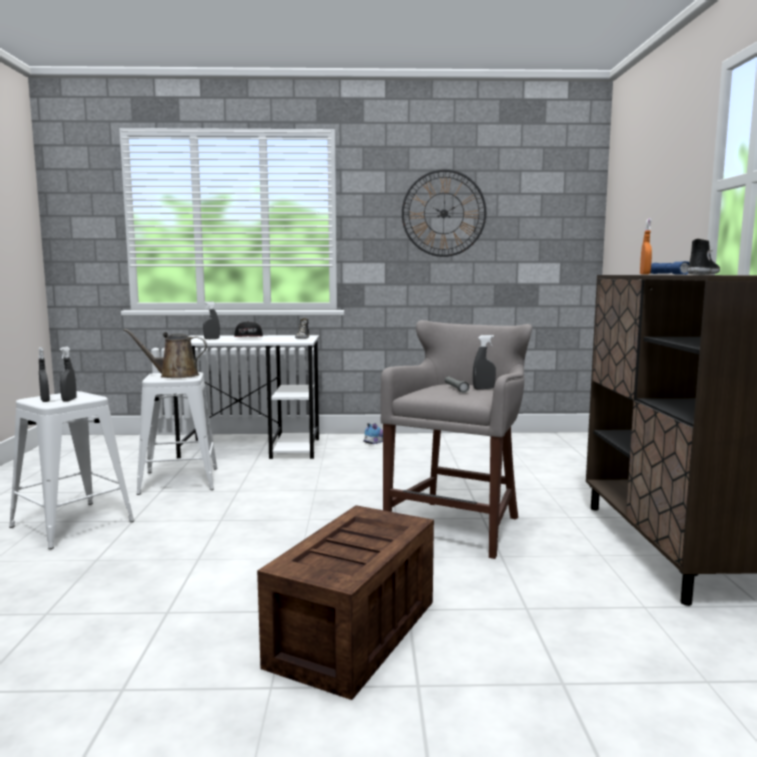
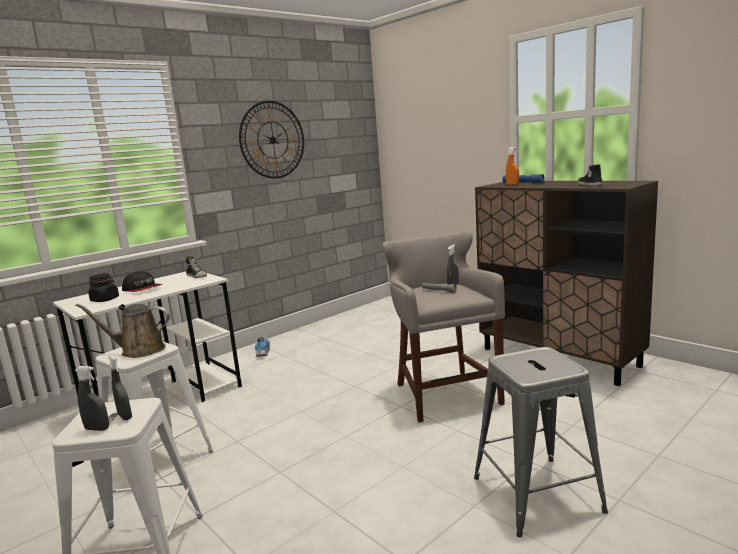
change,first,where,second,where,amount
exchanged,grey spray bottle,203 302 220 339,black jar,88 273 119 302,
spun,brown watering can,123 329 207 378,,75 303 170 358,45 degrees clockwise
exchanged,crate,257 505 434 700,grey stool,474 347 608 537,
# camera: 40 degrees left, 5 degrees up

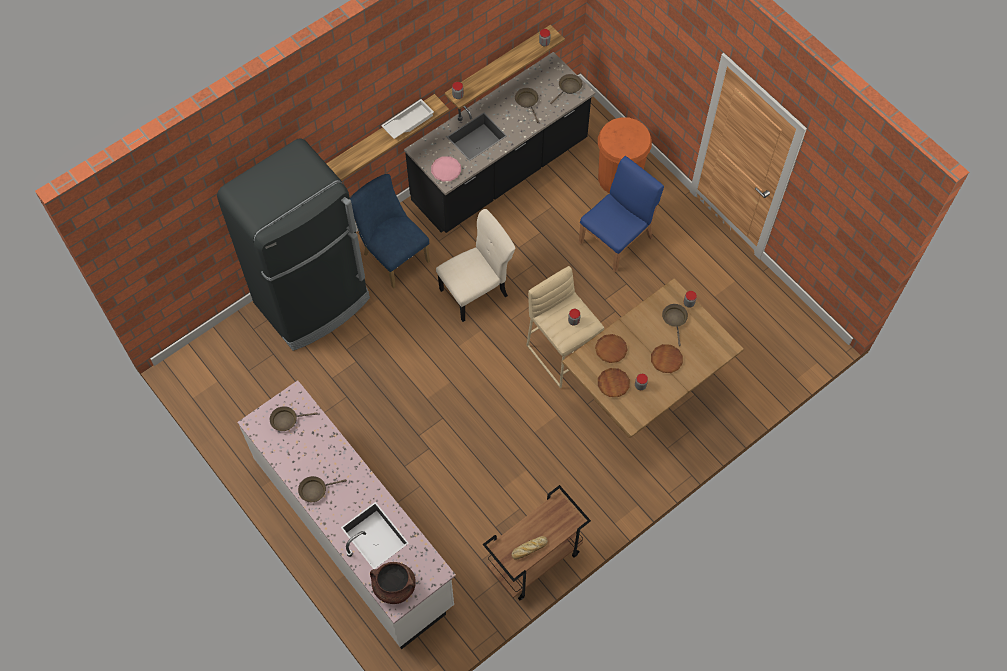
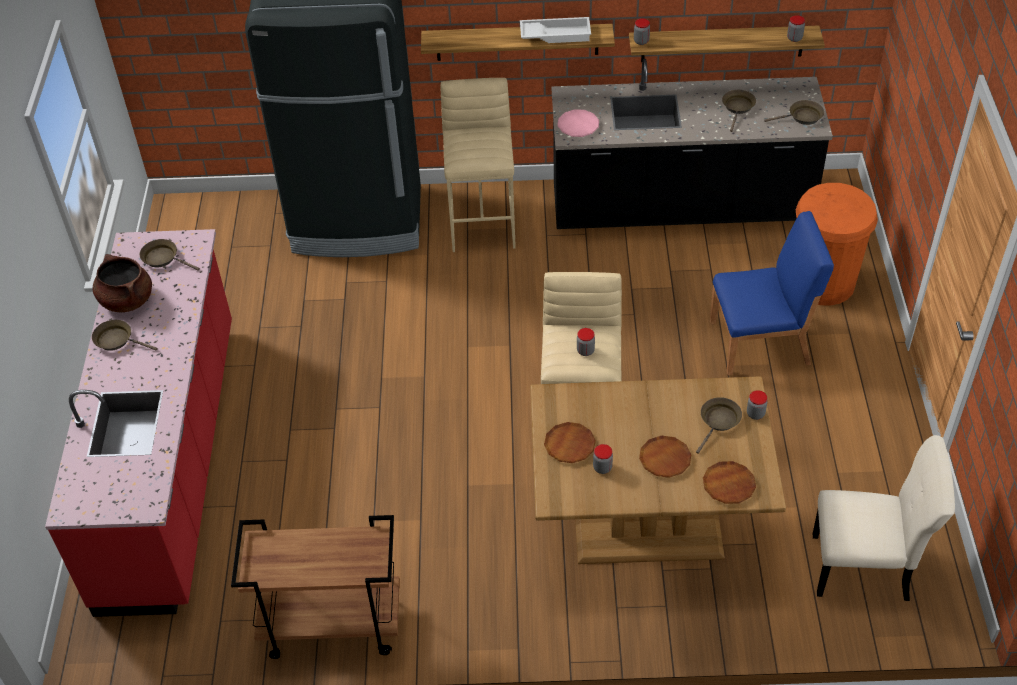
change,first,where,second,where,amount
exchanged,blue chair,350 174 430 288,beige stool,440 78 516 252,
relocated,beige chair,436 209 515 322,,813 435 955 601,
relocated,brown plate,595 334 628 363,,703 461 756 504,
colour,white counter,237 380 456 649,red counter,45 229 232 617,
missing,bread,512 536 548 560,,,
relocated,brown cooking pot,370 562 416 604,,92 254 152 312,
# camera: 40 degrees right, 15 degrees down

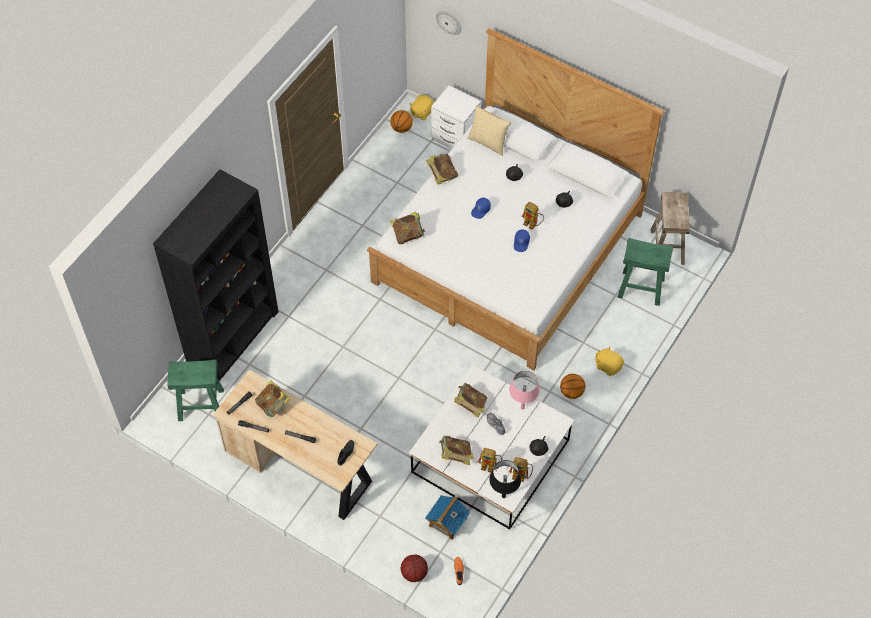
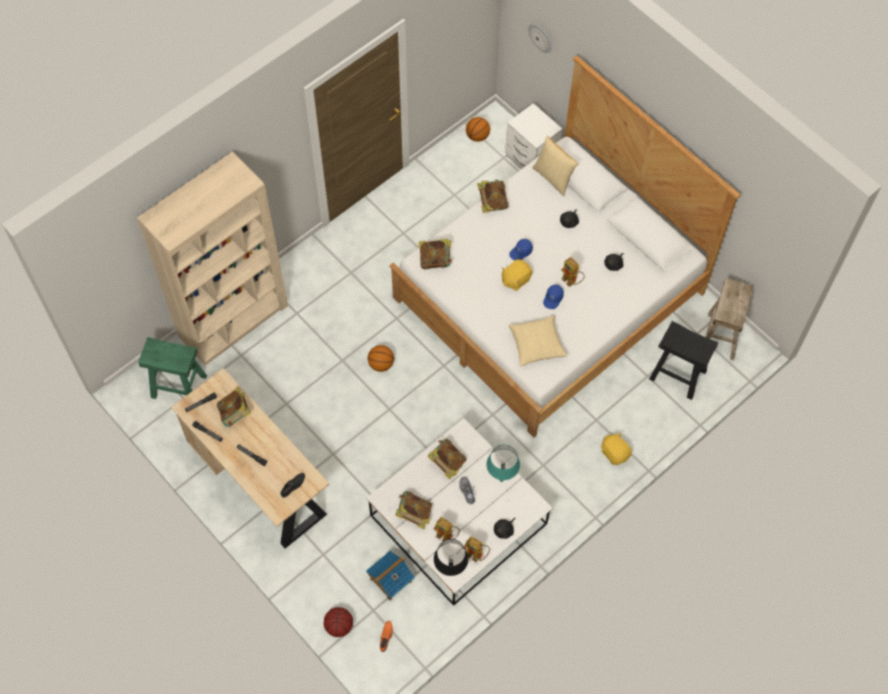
change,first,where,second,where,amount
relocated,yellow plush toy,409 95 434 120,,502 259 532 291,
colour,black bookcase,153 169 278 381,beige bookcase,137 152 288 366,
colour,green stool,618 238 673 306,black stool,649 321 718 400,
colour,pink table lamp,509 371 540 410,turquoise table lamp,486 444 520 482,
relocated,basketball,560 374 585 399,,368 345 394 372,
appeared,,,pillow,509 315 568 366,
# camera: 15 degrees right, 5 degrees up

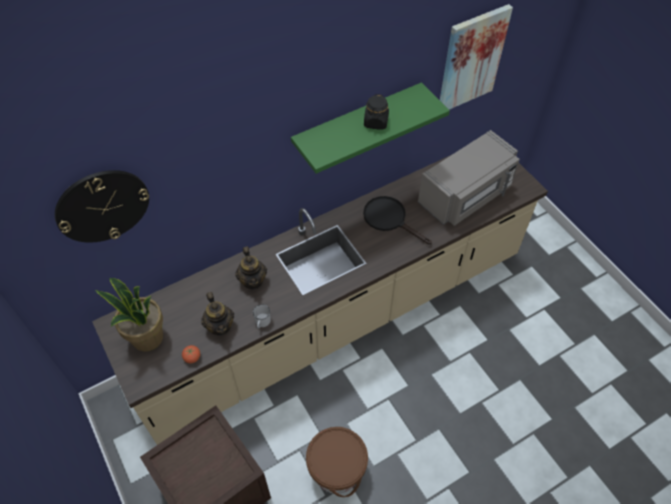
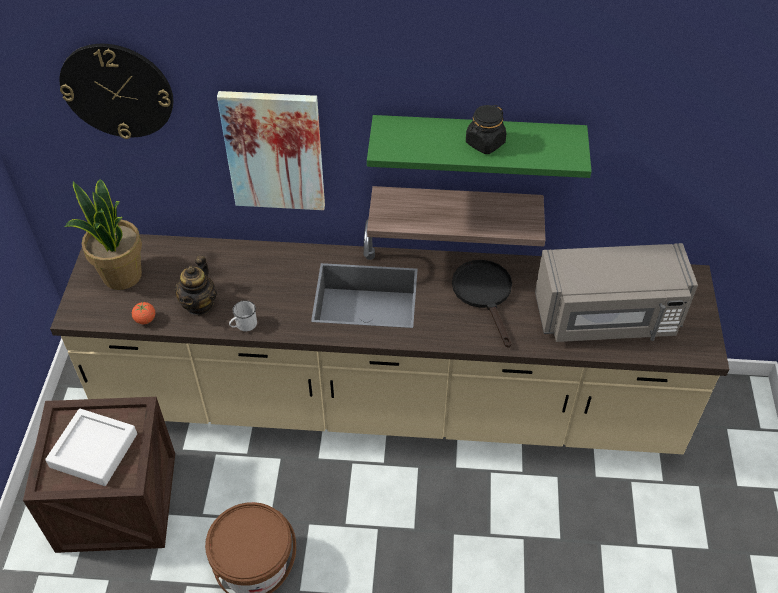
change,first,where,second,where,amount
relocated,picture,440 4 513 110,,217 91 325 210,
missing,teapot,235 247 267 289,,,
appeared,,,shelf,367 186 546 246,
appeared,,,white tray,45 409 137 486,
# camera: 35 degrees right, 5 degrees down

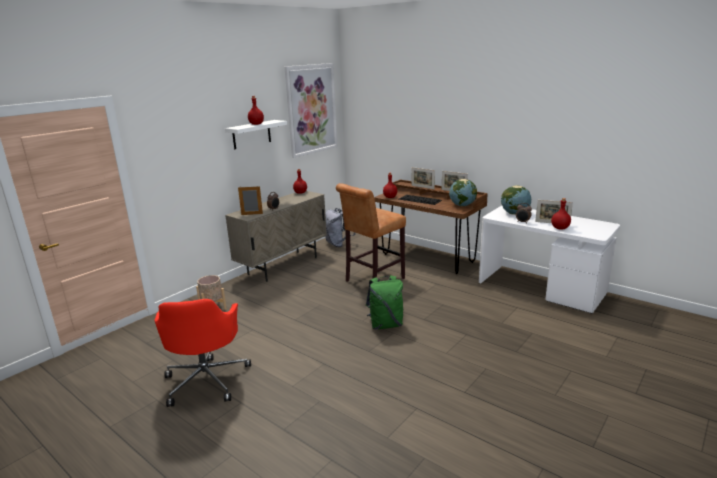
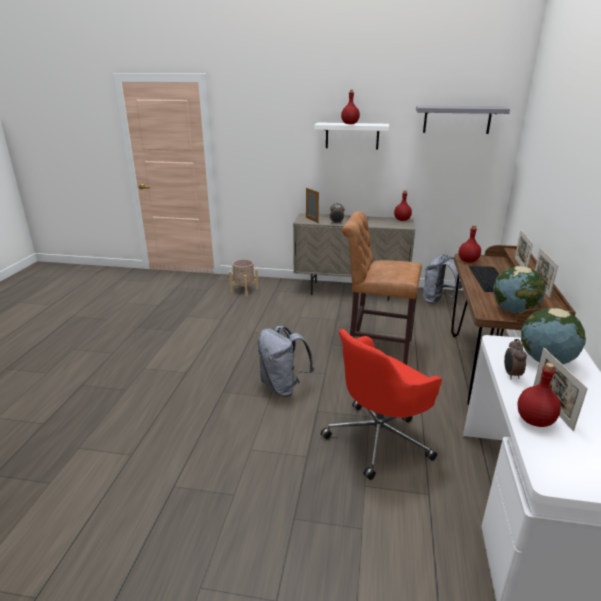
change,first,where,second,where,amount
exchanged,picture,284 63 337 158,grey shelf,416 105 510 134,
colour,green backpack,366 275 403 330,grey backpack,258 326 314 397,
relocated,red office chair,155 299 251 407,,321 329 442 480,
# camera: 60 degrees right, 5 degrees up

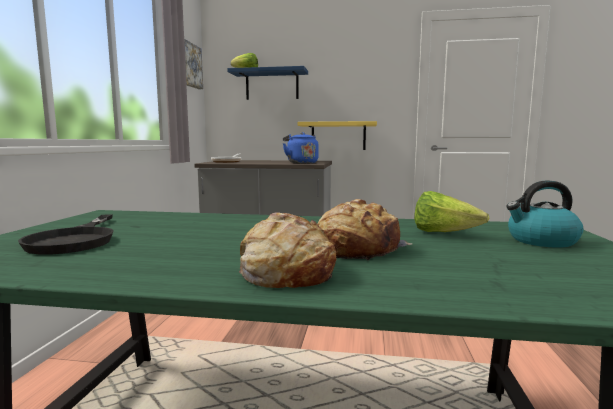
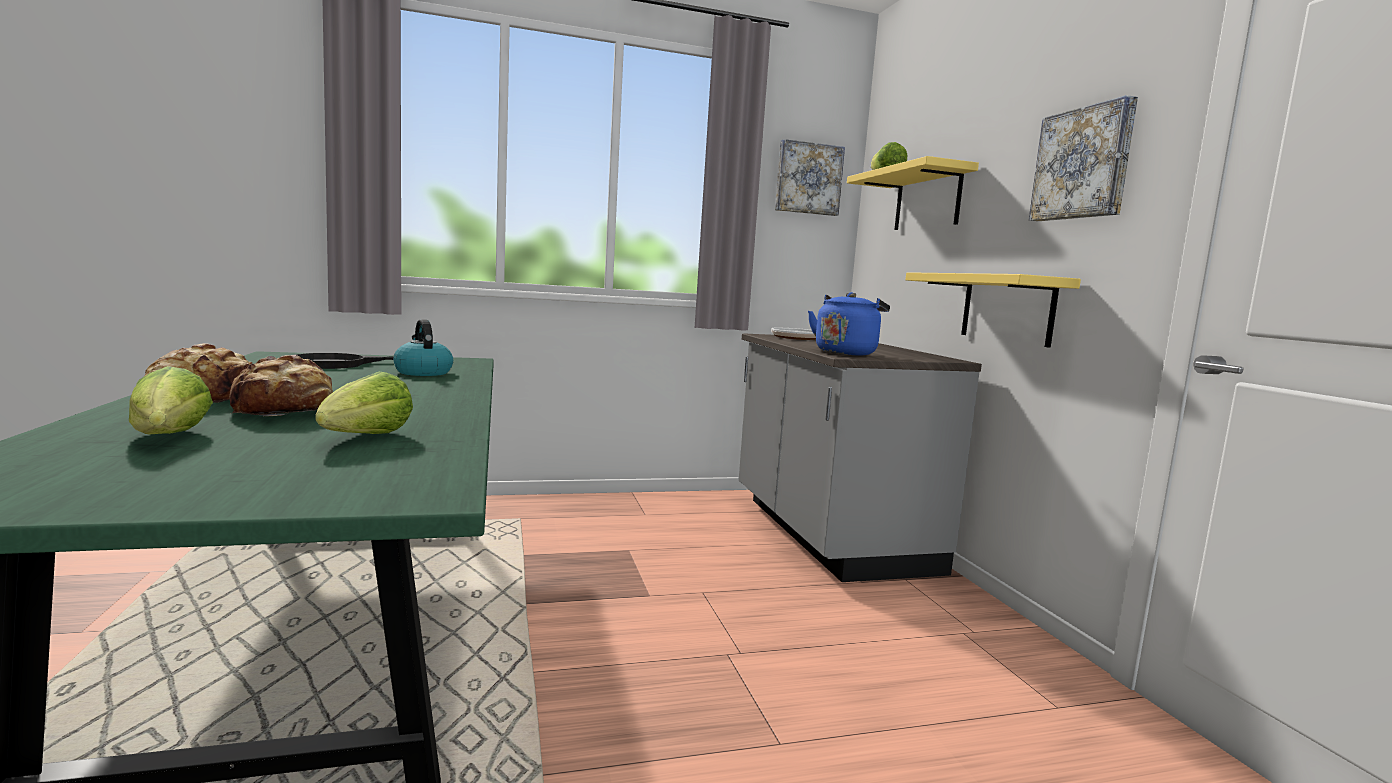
change,first,where,second,where,amount
colour,blue shelf,227 66 308 100,yellow shelf,847 156 979 230,
relocated,kettle,506 180 583 248,,393 319 453 376,
appeared,,,picture,1029 95 1138 221,
appeared,,,lettuce,129 366 213 435,
# camera: 65 degrees right, 0 degrees up

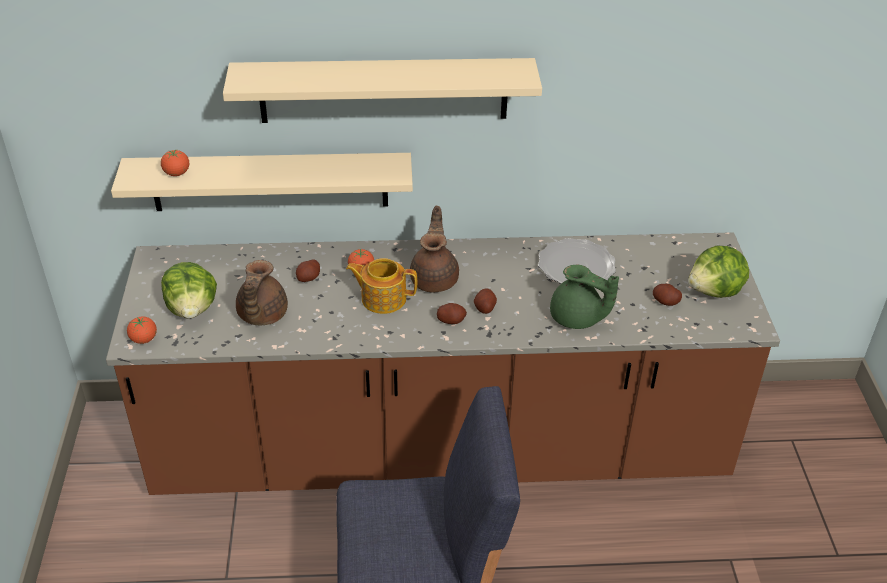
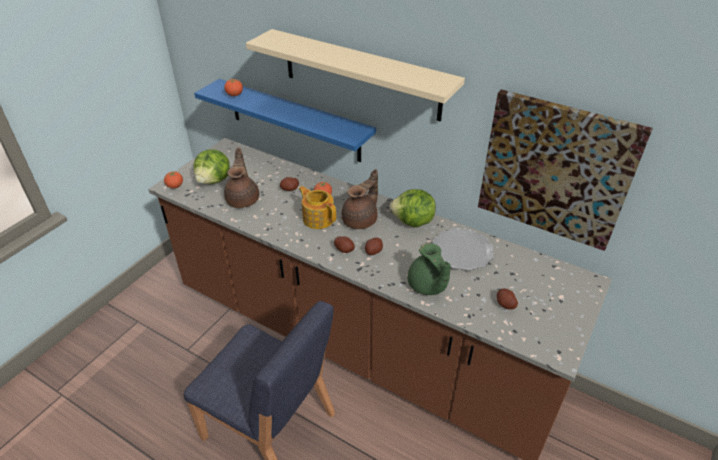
change,first,where,second,where,amount
colour,beige shelf,111 153 413 211,blue shelf,194 79 376 162,
relocated,lettuce,688 246 749 298,,389 189 436 227,
spun,brown teapot,236 260 288 325,,224 148 259 208,135 degrees clockwise
appeared,,,picture,478 89 653 251,
# camera: 35 degrees right, 0 degrees up

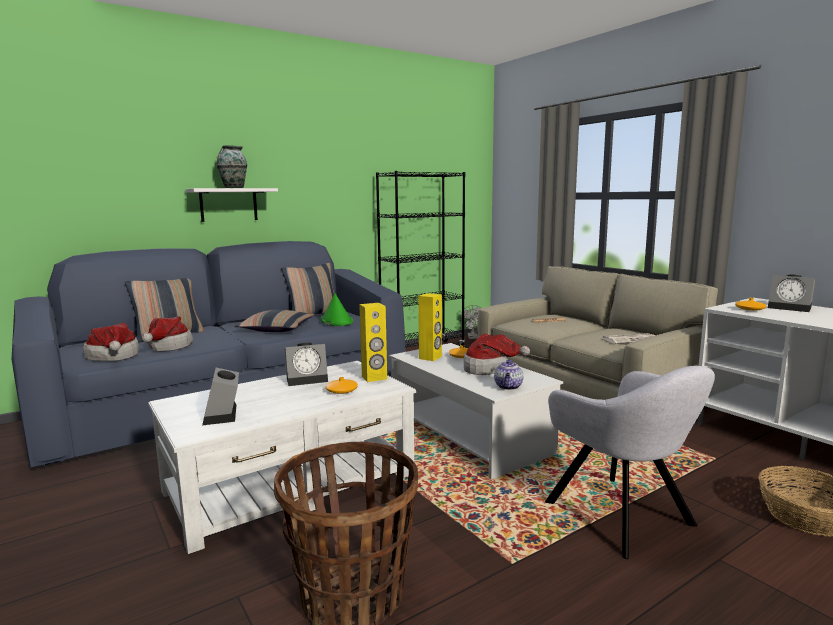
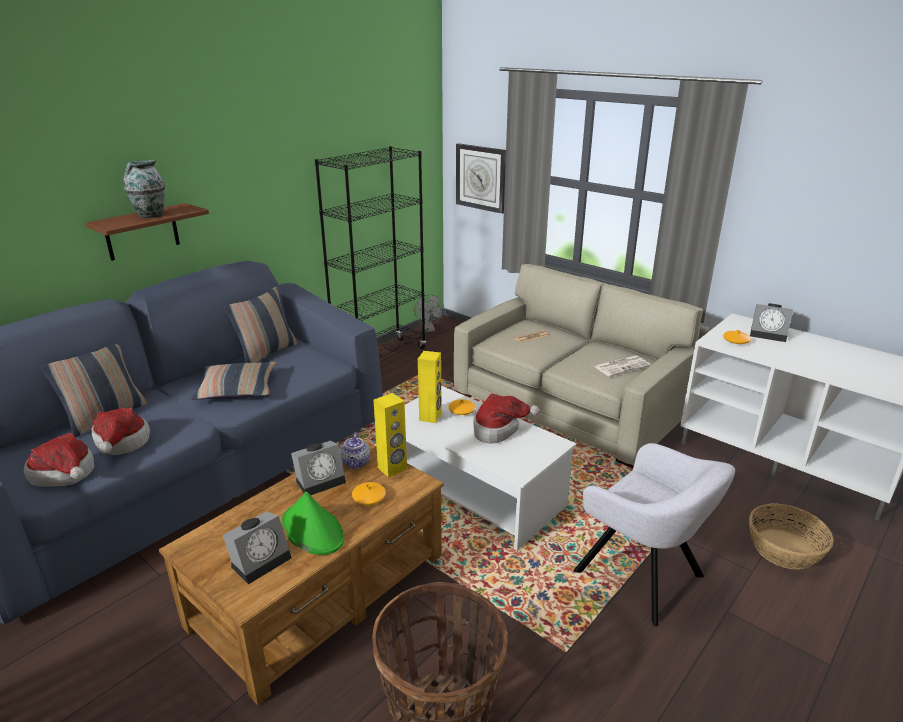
change,first,where,second,where,amount
colour,white shelf,186 188 278 222,brown shelf,85 203 209 261,
relocated,green hat,321 293 353 326,,282 491 344 555,
relocated,teapot,494 360 523 390,,340 433 370 469,
colour,white coffee table,148 361 416 554,brown coffee table,159 437 444 705,
spun,alarm clock,202 368 239 425,,223 511 292 584,105 degrees counterclockwise
appeared,,,wall clock,456 143 506 214,
# camera: 15 degrees left, 15 degrees up

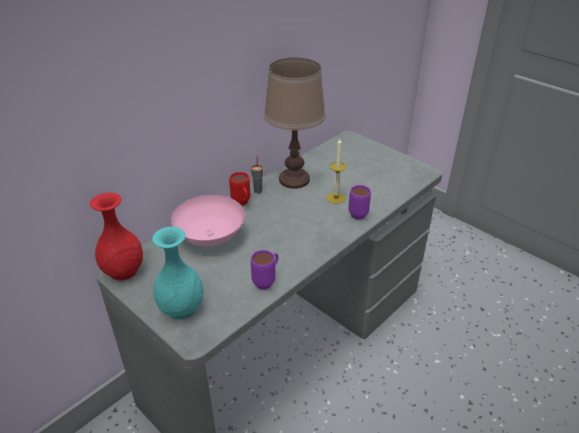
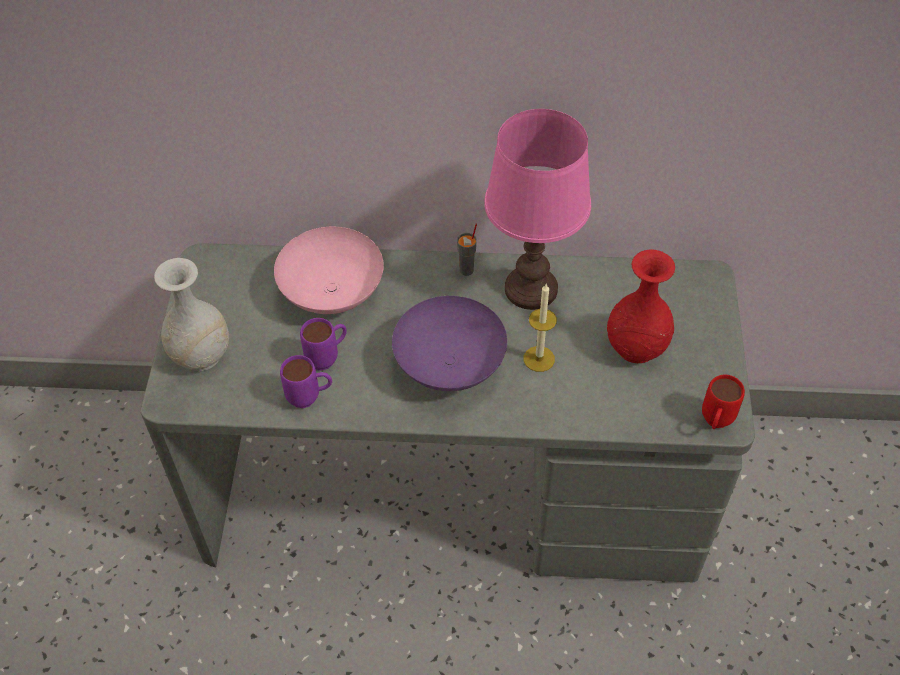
change,first,where,second,where,amount
colour,brown table lamp,264 57 326 189,pink table lamp,484 109 591 310,
relocated,red mug,229 172 250 206,,702 374 745 429,
relocated,purple mug,349 185 371 220,,300 318 347 370,
relocated,red vase,90 193 143 281,,607 249 675 363,
colour,turquoise vase,152 227 204 319,white vase,154 258 229 371,
appeared,,,purple bowl,392 296 507 391,
# camera: 50 degrees right, 15 degrees up

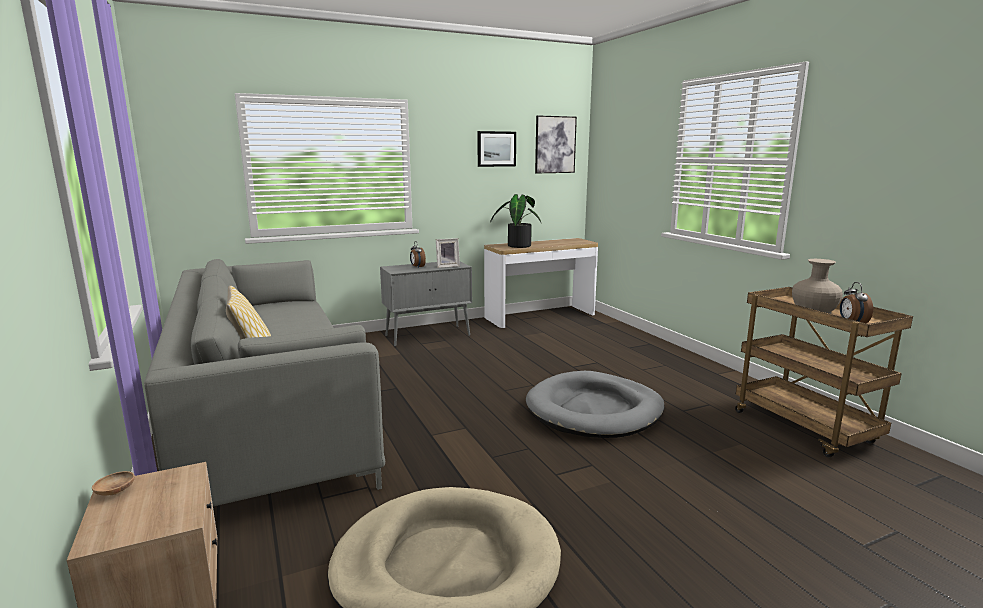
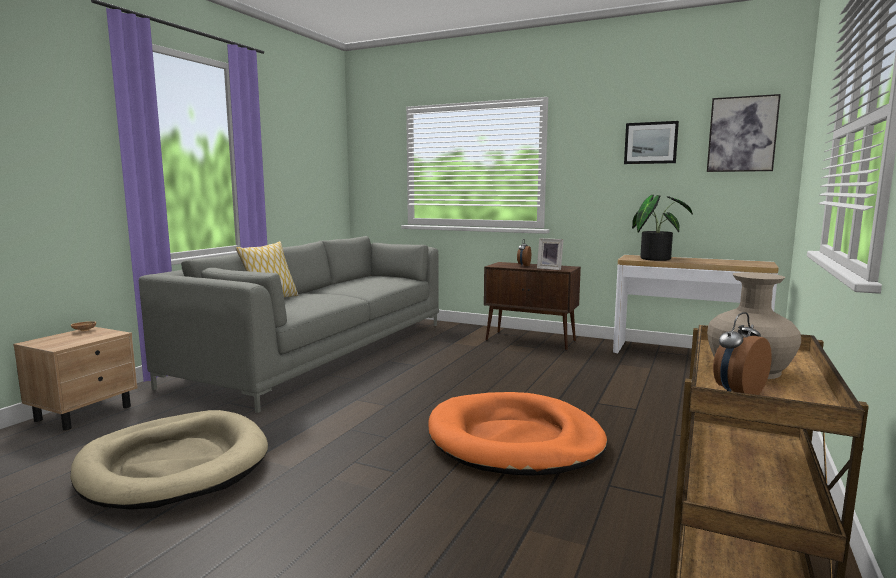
change,first,where,second,where,amount
colour,grey cabinet,380 262 472 347,brown cabinet,484 262 581 350,
colour,grey dog bed,526 371 664 438,orange dog bed,428 392 607 476,
# camera: 50 degrees right, 5 degrees down

